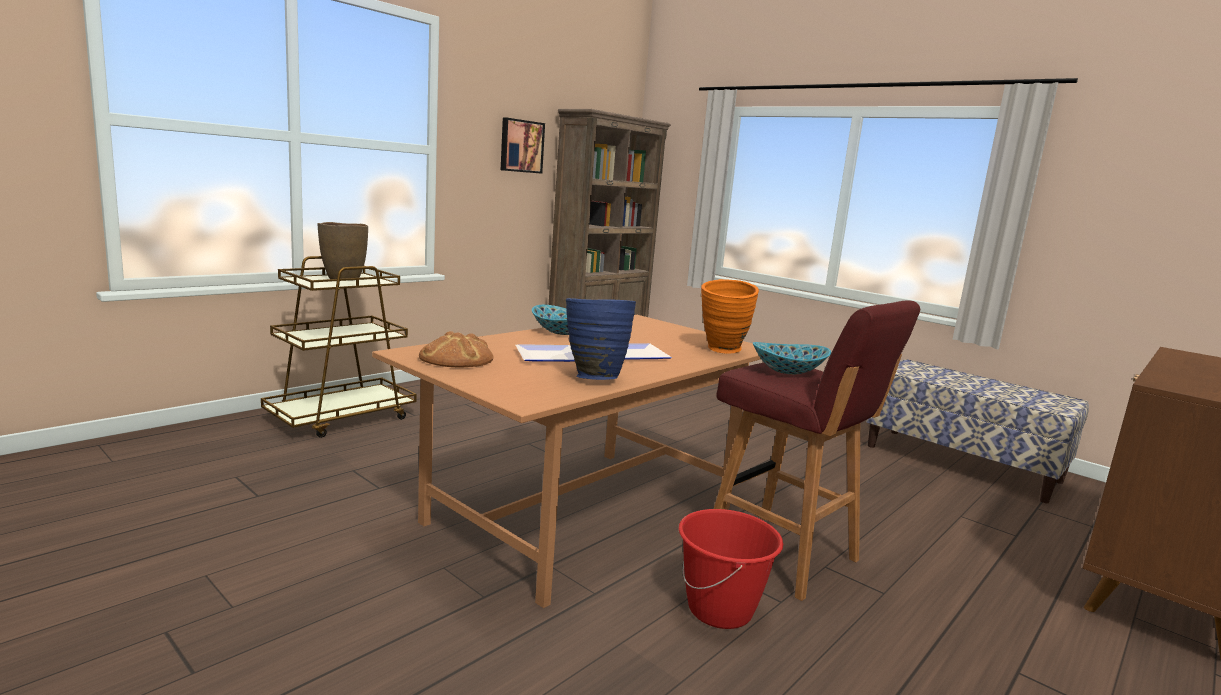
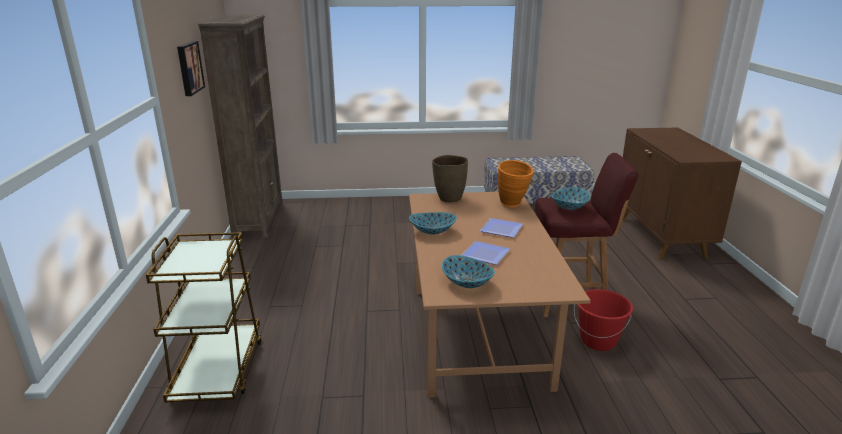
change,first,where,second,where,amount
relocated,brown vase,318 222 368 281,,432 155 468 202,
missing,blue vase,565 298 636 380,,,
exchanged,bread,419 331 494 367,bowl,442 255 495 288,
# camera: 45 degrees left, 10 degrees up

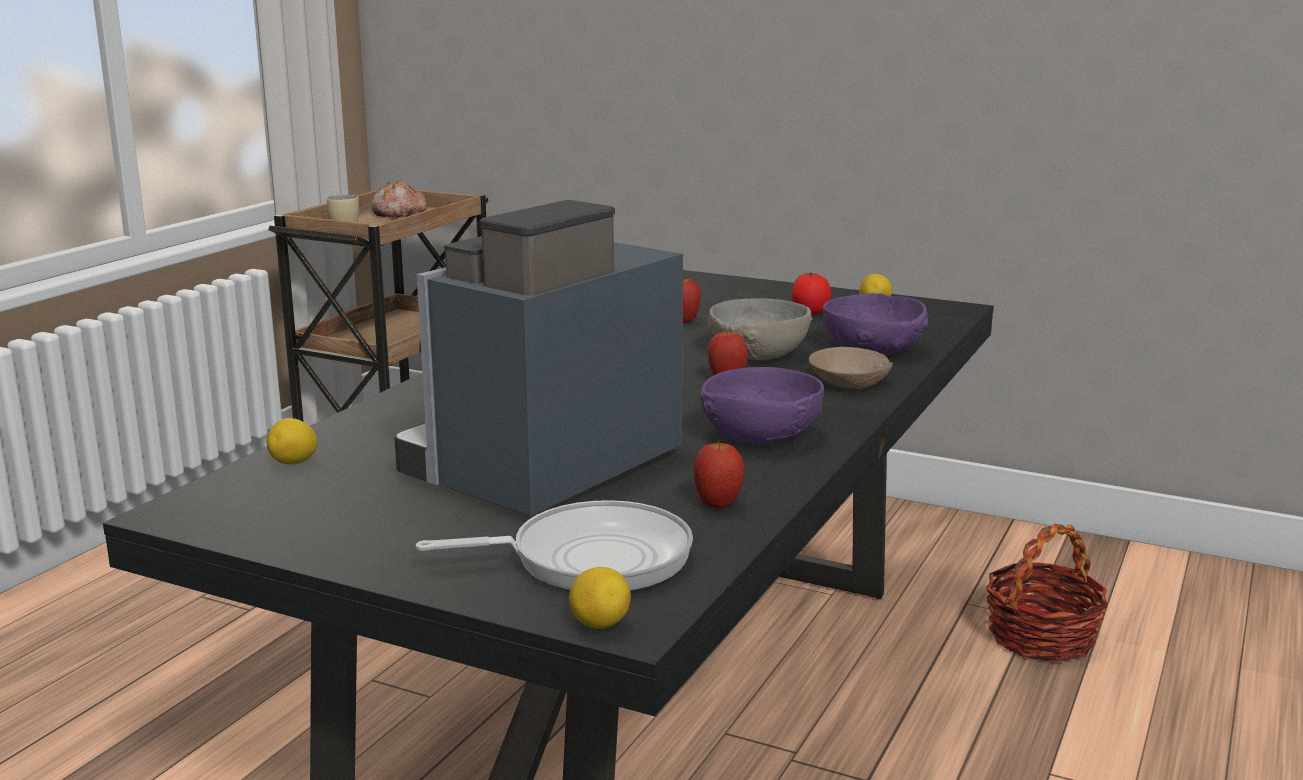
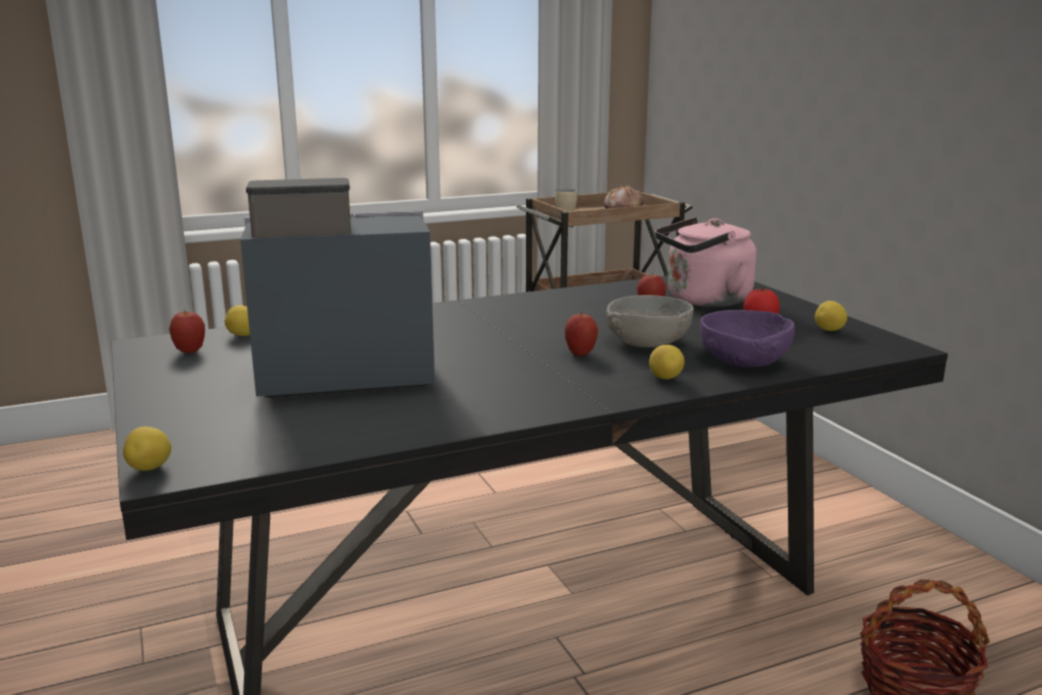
change,first,where,second,where,amount
exchanged,beige bowl,809 347 893 389,lemon,649 345 684 379,
missing,purple bowl,700 367 824 444,,,
relocated,apple,693 440 745 508,,169 309 205 353,
missing,frying pan,416 500 693 592,,,
appeared,,,pink kettle,655 217 756 307,
# camera: 40 degrees right, 0 degrees up

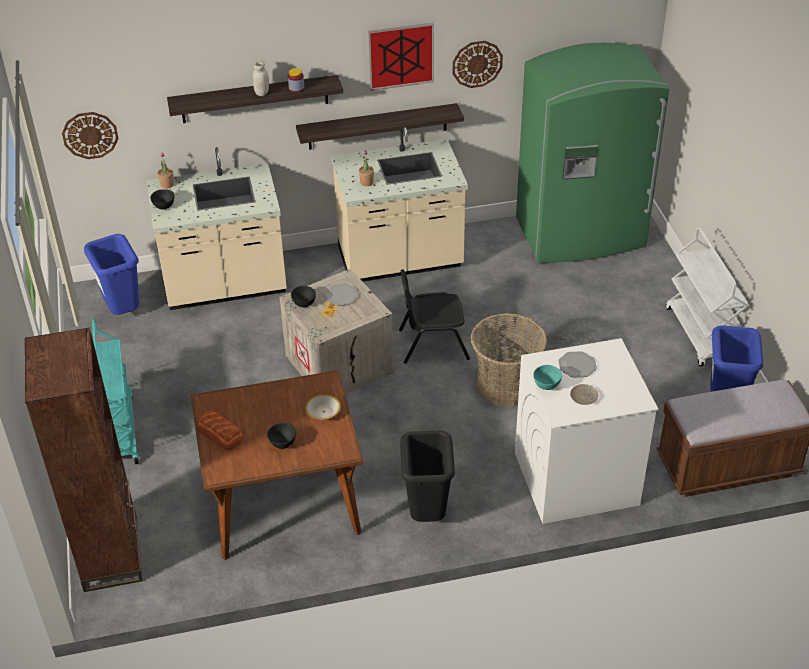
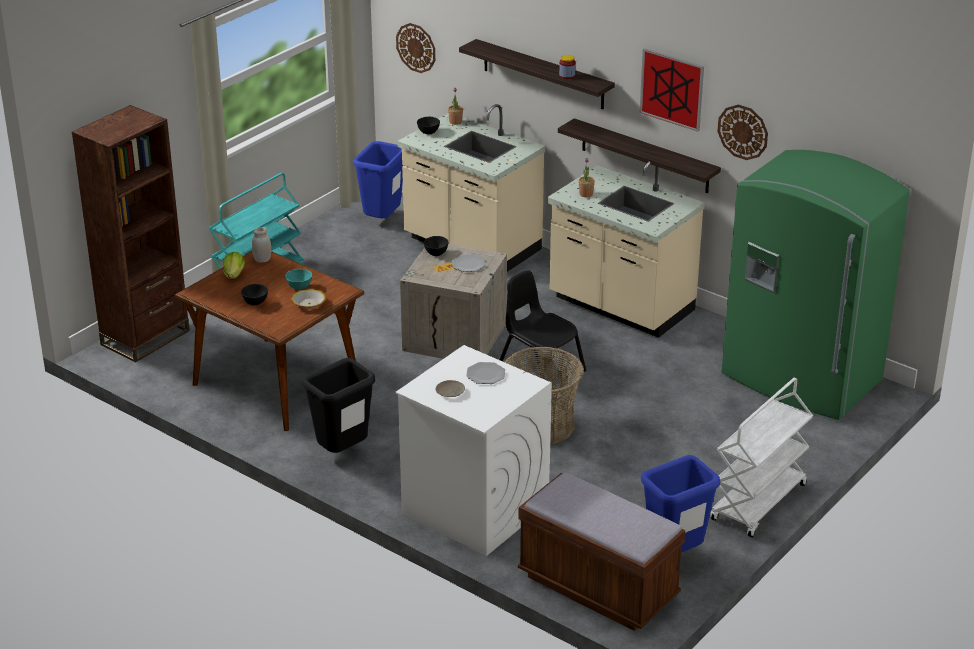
change,first,where,second,where,amount
relocated,white jar,253 61 269 96,,252 227 271 263,
relocated,turquoise bowl,533 365 562 390,,286 269 312 290,
exchanged,bread,198 410 243 450,lettuce,223 252 245 279,
# camera: 50 degrees right, 10 degrees down

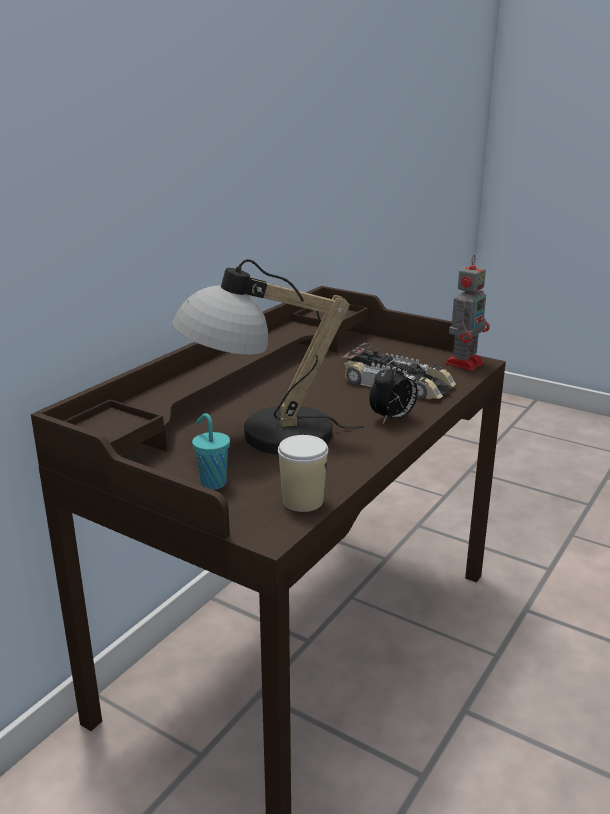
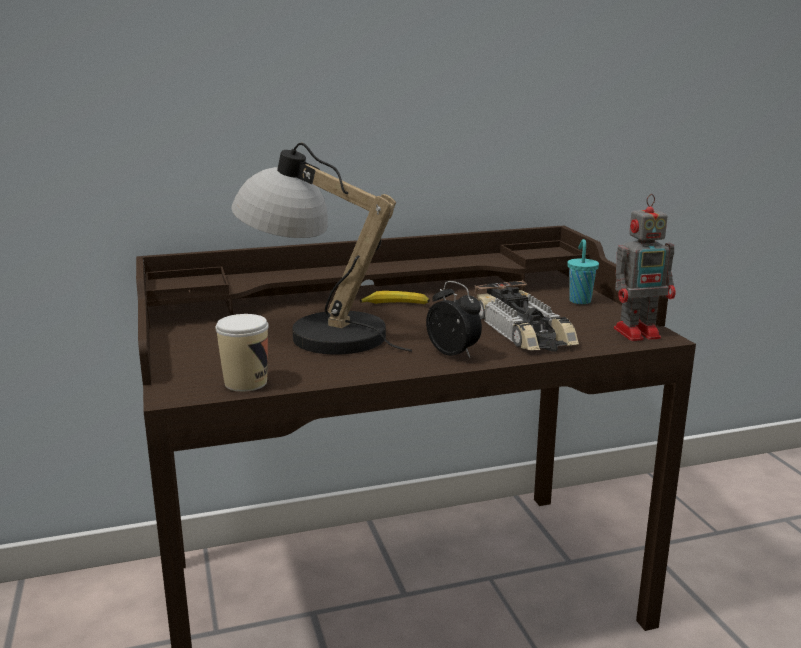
change,first,where,second,where,amount
spun,alarm clock,369 358 418 424,,426 281 482 358,135 degrees counterclockwise
relocated,turquoise cup,192 413 230 490,,567 239 599 304,
appeared,,,banana,360 291 430 304,
# camera: 40 degrees right, 5 degrees down

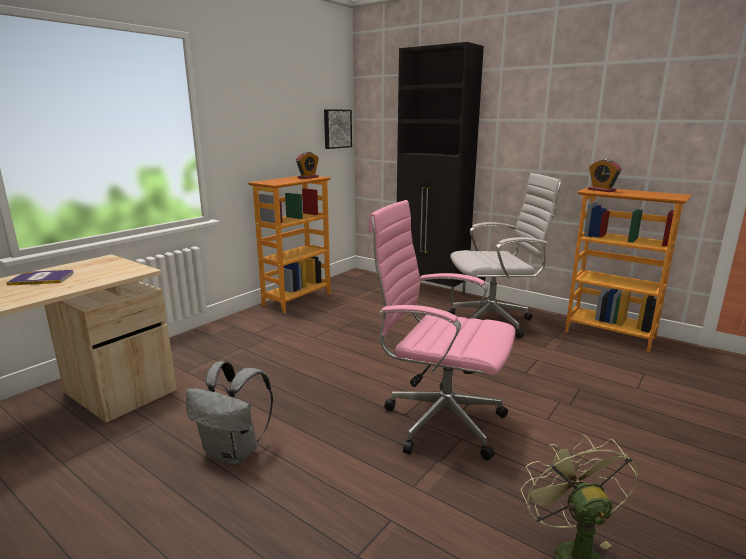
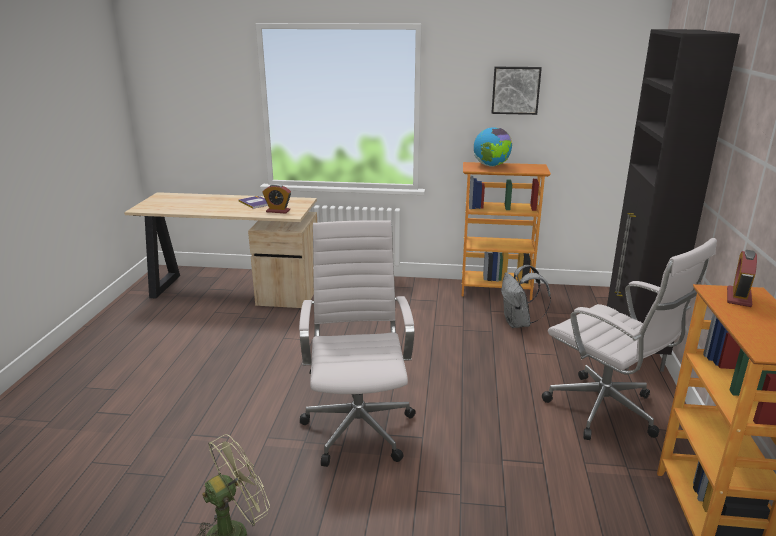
change,first,where,second,where,amount
relocated,picture,324 109 352 149,,491 67 542 115,
relocated,alarm clock,296 152 319 179,,262 184 291 213,
colour,pink office chair,368 200 516 460,white office chair,299 220 416 467,
relocated,grey backpack,186 361 273 465,,501 265 551 328,
appeared,,,globe,474 127 512 167,
# camera: 60 degrees right, 5 degrees up

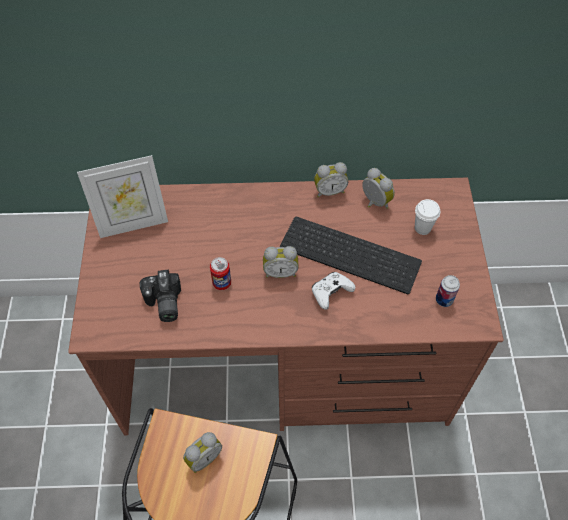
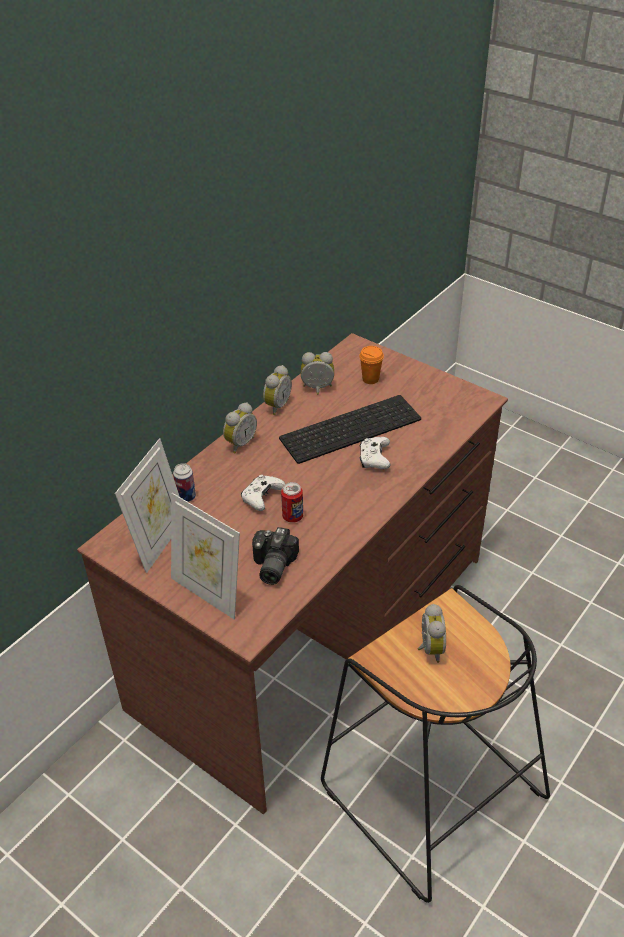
change,first,where,second,where,amount
colour,white cup,415 199 440 235,orange cup,359 346 384 384,
relocated,alarm clock,263 246 299 278,,223 402 257 453,
spun,photo camera,140 269 181 322,,252 527 299 585,75 degrees clockwise
relocated,can,436 275 460 307,,173 463 196 502,
appeared,,,white game controller,241 474 285 511,
appeared,,,picture frame,171 493 240 619,
# camera: 50 degrees left, 15 degrees down

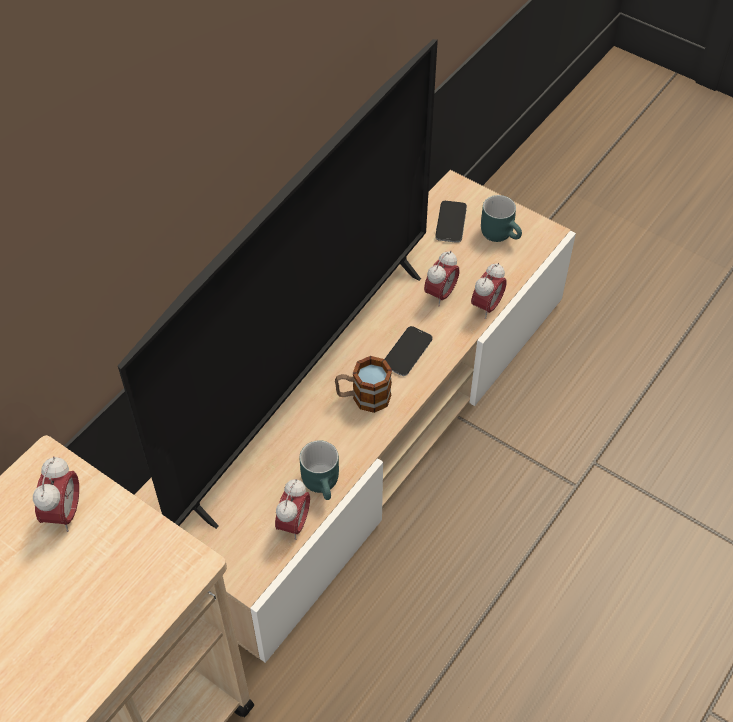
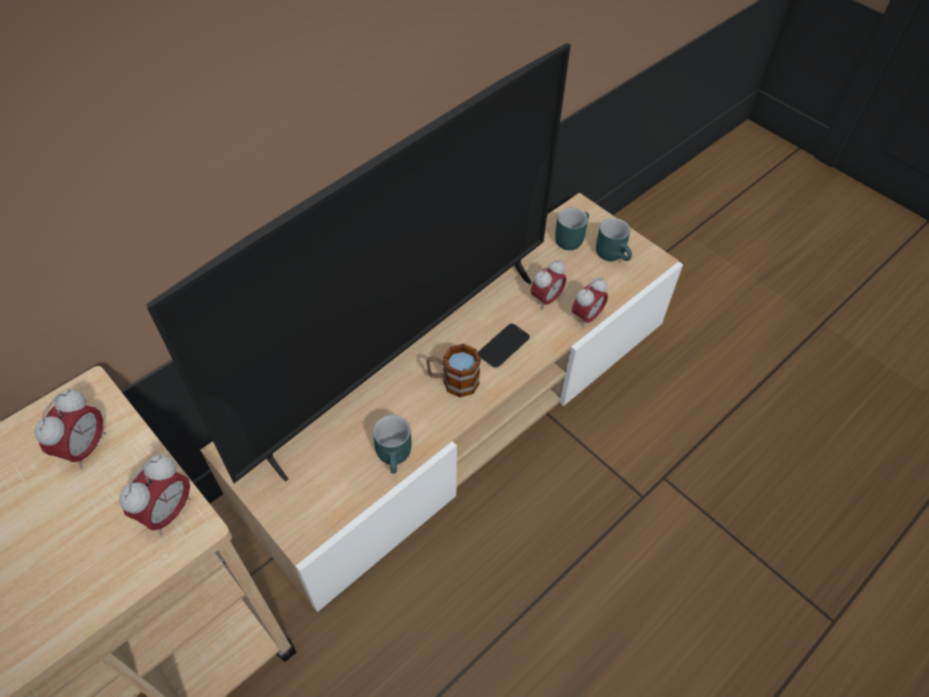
change,first,where,second,where,amount
exchanged,phone,435 201 467 243,turquoise mug,555 207 589 250,
relocated,alarm clock,275 479 310 540,,119 455 191 535,
# camera: 10 degrees right, 0 degrees up

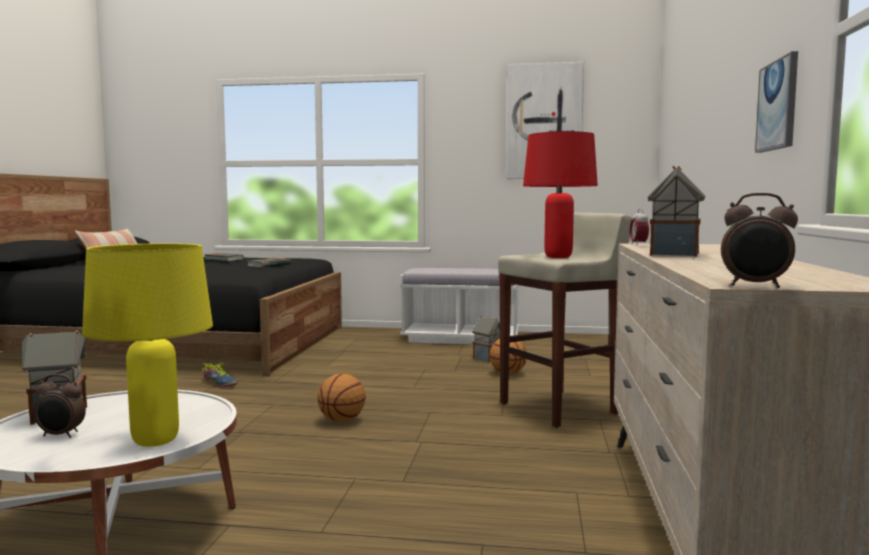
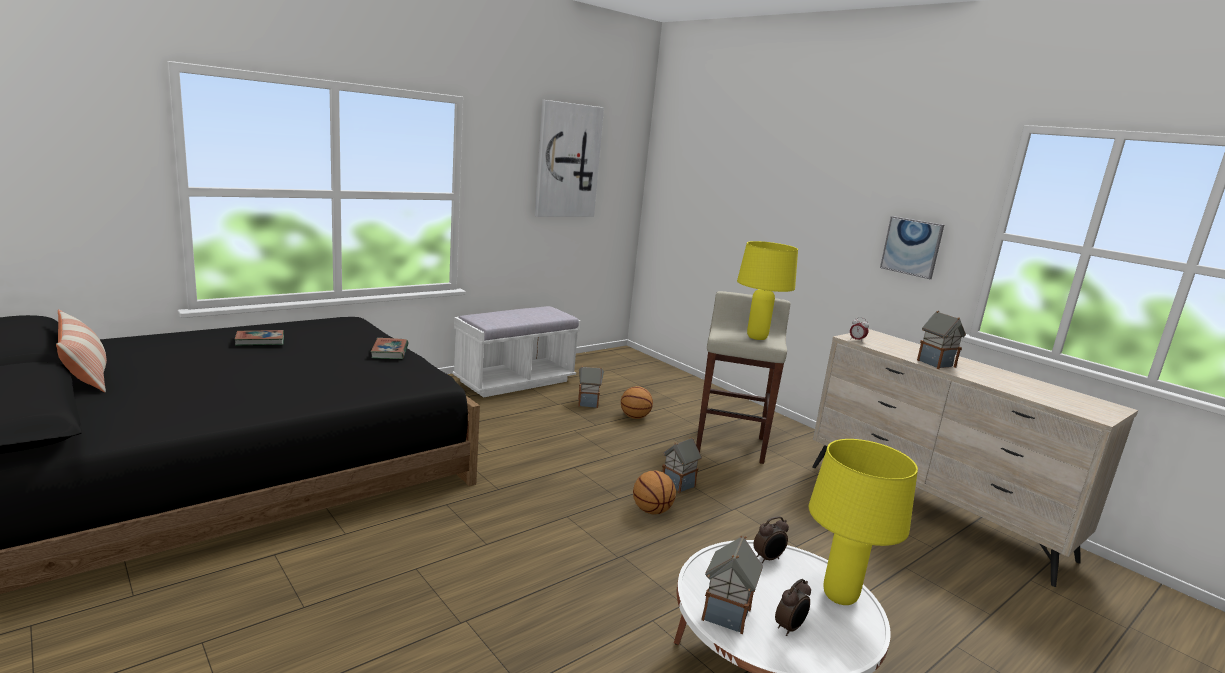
change,first,where,second,where,amount
colour,red table lamp,523 131 598 258,yellow table lamp,737 241 798 340,
relocated,alarm clock,721 193 798 288,,753 516 789 563,
missing,shoe,202 363 238 387,,,
appeared,,,toy house,662 437 702 493,
# camera: 50 degrees left, 10 degrees up

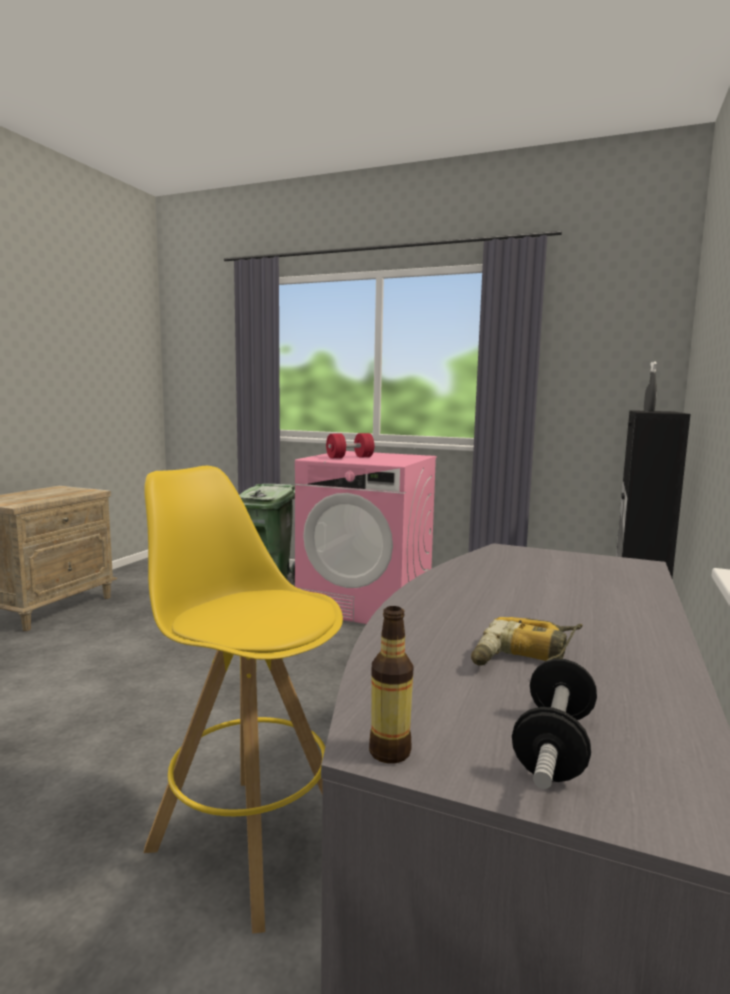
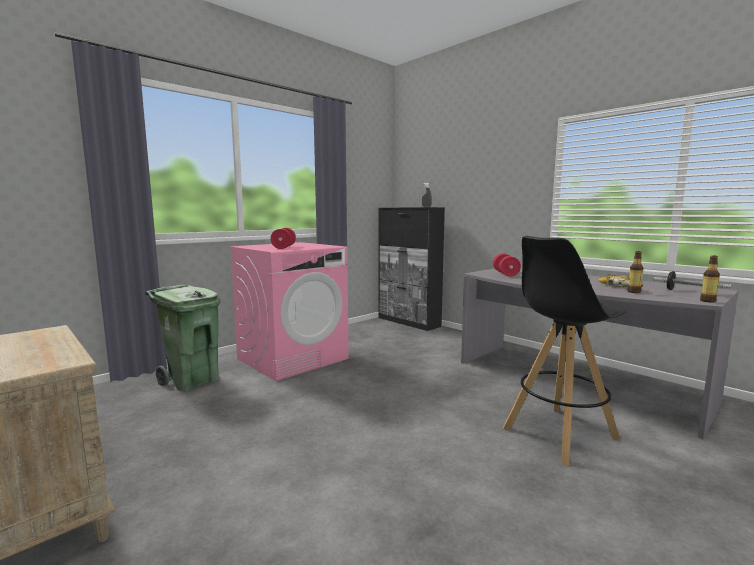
change,first,where,second,where,amount
colour,yellow stool,144 466 343 934,black stool,503 236 627 465,
appeared,,,bottle,628 251 644 293,
appeared,,,red dumbbell,493 253 521 277,
# camera: 65 degrees left, 0 degrees up

